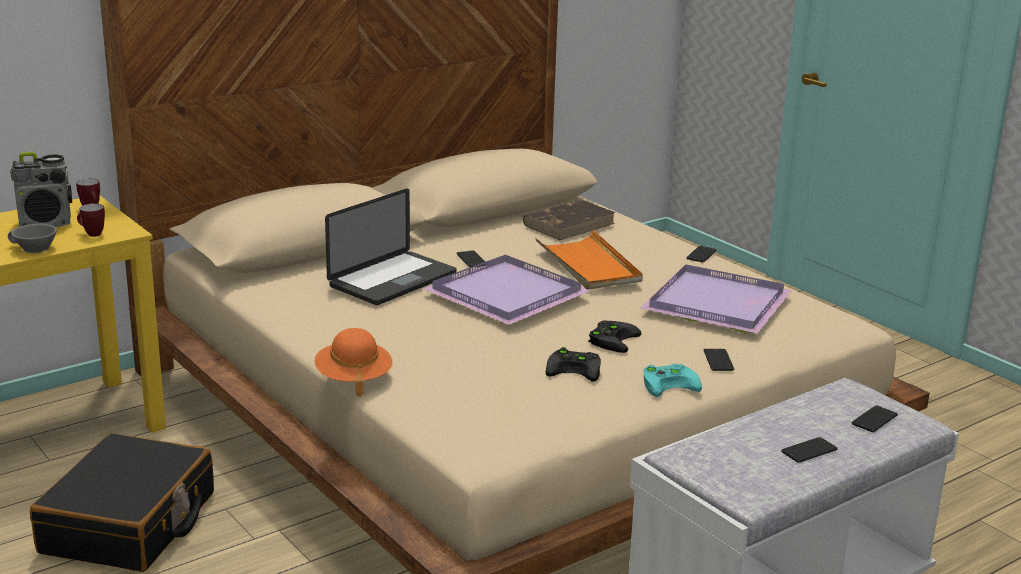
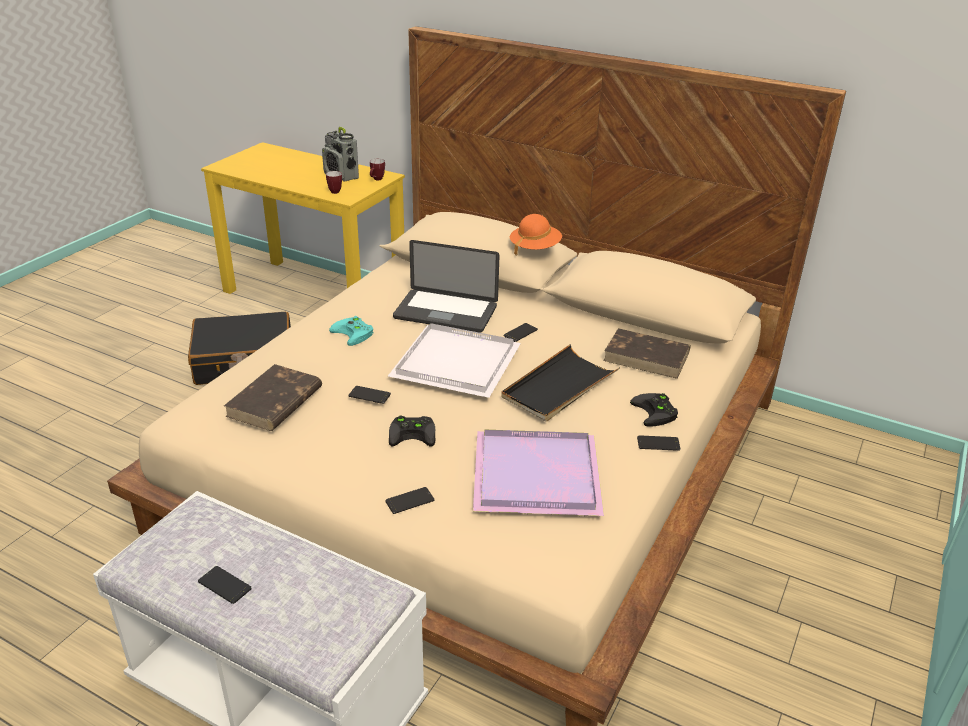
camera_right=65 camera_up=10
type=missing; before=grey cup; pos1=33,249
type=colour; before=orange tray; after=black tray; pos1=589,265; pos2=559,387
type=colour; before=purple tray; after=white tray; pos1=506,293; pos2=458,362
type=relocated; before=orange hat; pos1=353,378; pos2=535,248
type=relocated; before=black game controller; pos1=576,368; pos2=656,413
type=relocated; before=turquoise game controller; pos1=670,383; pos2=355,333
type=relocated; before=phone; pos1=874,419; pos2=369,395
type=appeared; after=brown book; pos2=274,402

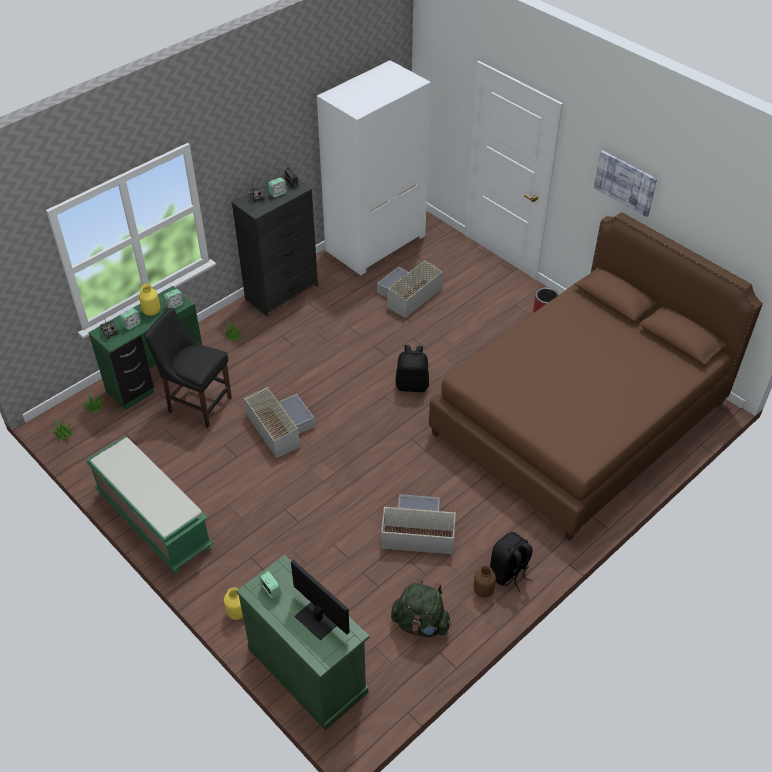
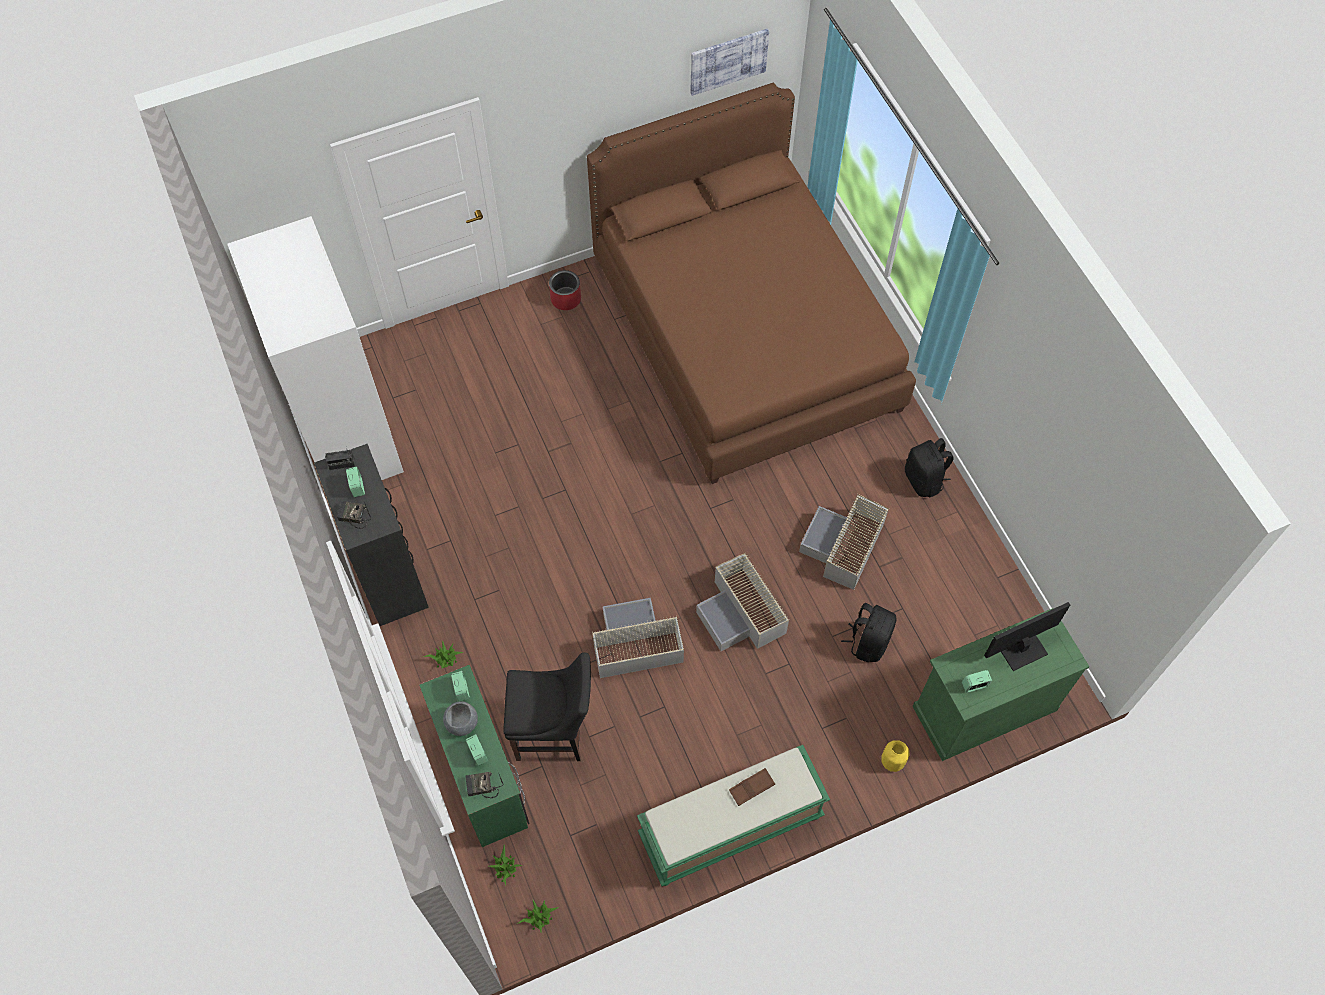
camera_right=-70 camera_up=15
type=relocated; before=picture; pos1=625,182; pos2=728,61
type=relocated; before=grey storage box; pos1=408,295; pos2=742,613
type=exchanged; before=yellow vase; after=grey bowl; pos1=151,311; pos2=461,723
type=spun; before=black chair; pos1=197,403; pos2=554,732; turn=-135
type=relocated; before=black backpack; pos1=412,385; pos2=868,642
type=missing; before=brown vase; pos1=483,591
type=missing; before=green backpack; pos1=421,624
type=appeared; after=brown tray; pos2=751,788

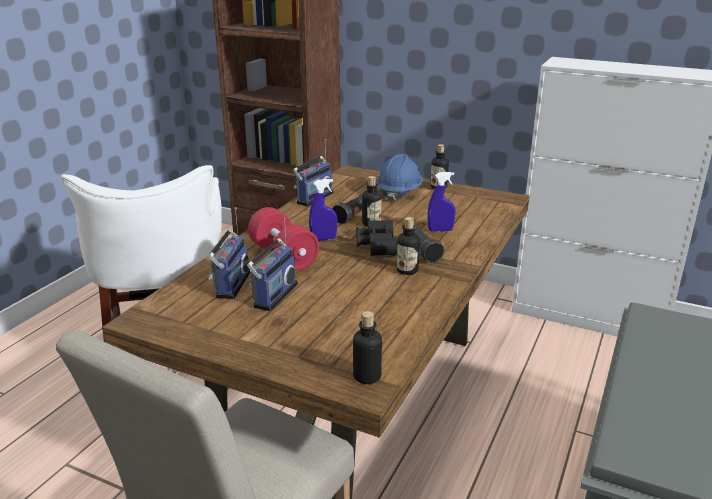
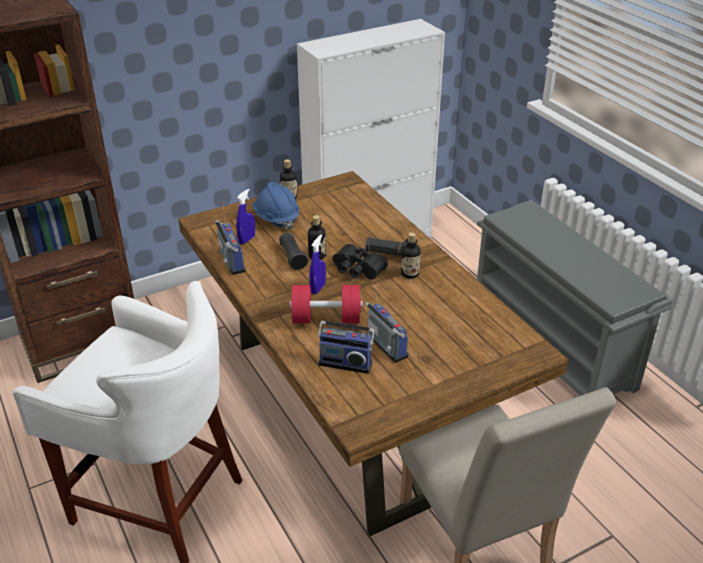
camera_right=-55 camera_up=10
type=relocated; before=blue spray bottle; pos1=440,230; pos2=247,240
type=spun; before=radio; pos1=230,284; pos2=346,362; turn=150
type=missing; before=bottle; pos1=367,376

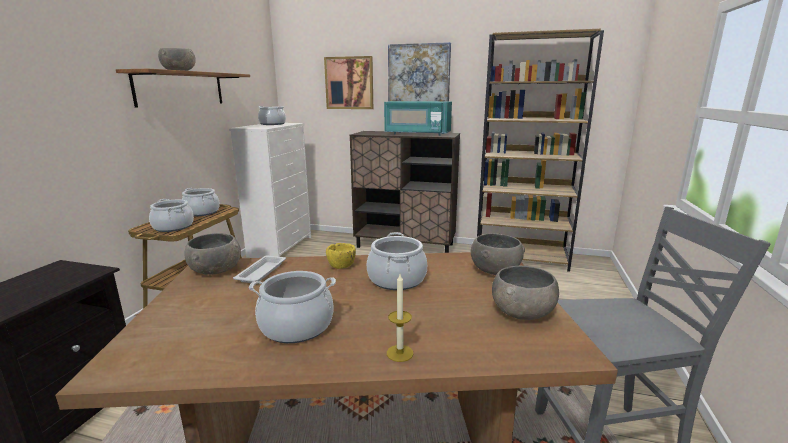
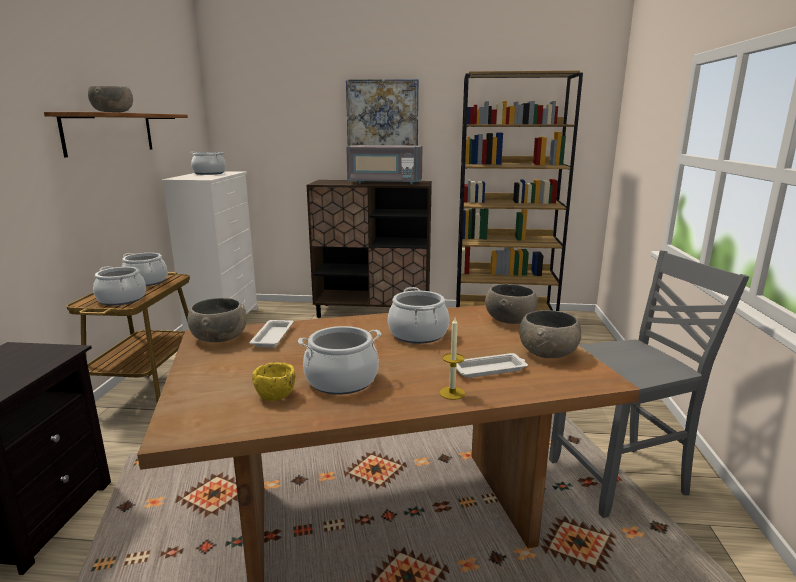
camera_right=-10 camera_up=0
type=missing; before=picture; pos1=349,83
type=colour; before=turquoise microwave; after=grey microwave; pos1=417,134; pos2=384,183
type=relocated; before=yellow bowl; pos1=342,266; pos2=276,395
type=appeared; after=white tray; pos2=490,369

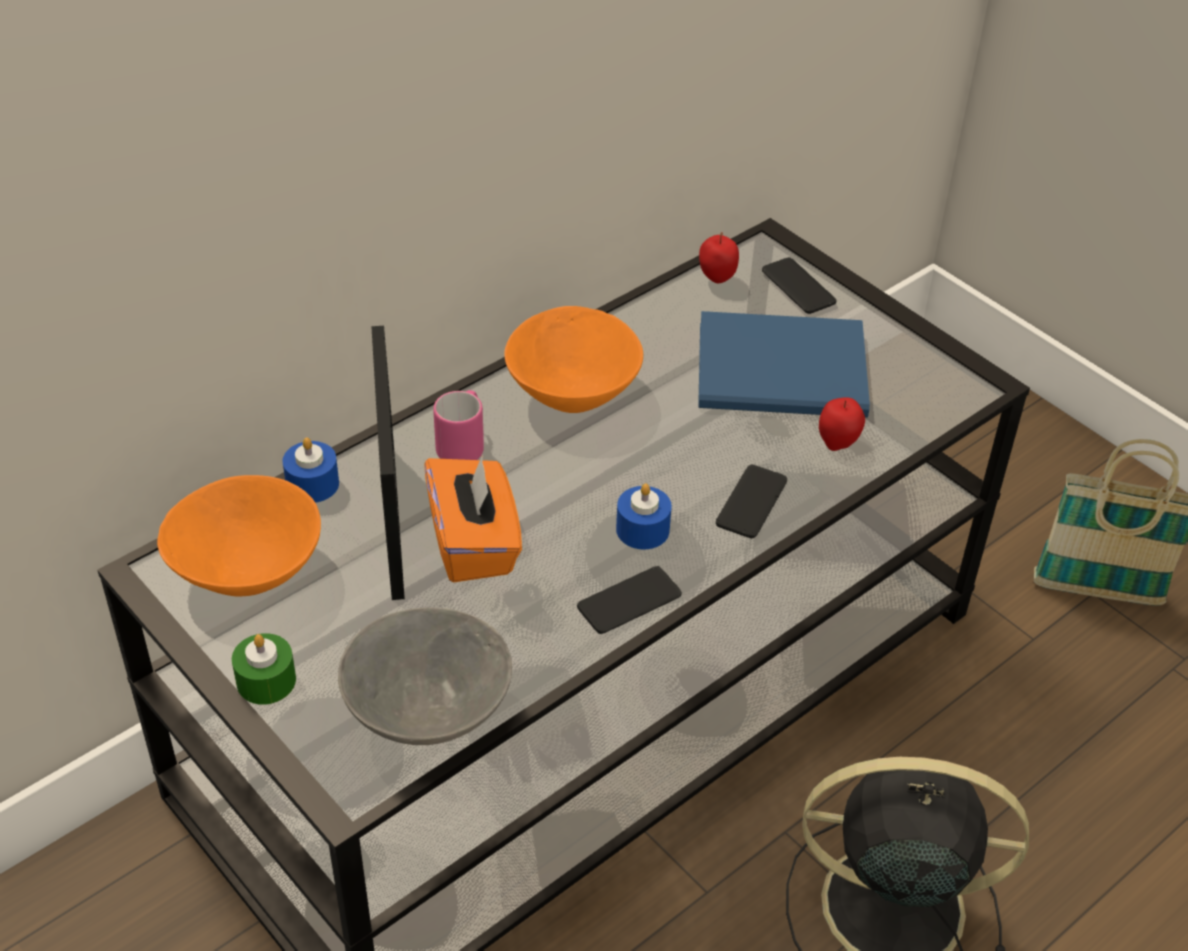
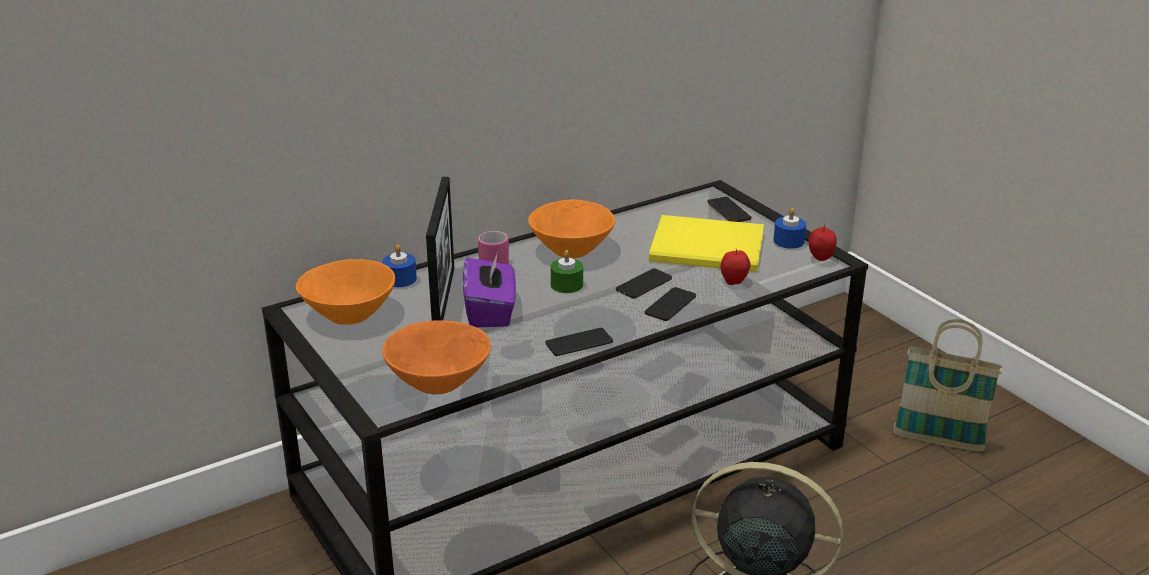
camera_right=10 camera_up=-15
type=relocated; before=apple; pos1=717,278; pos2=820,258
type=colour; before=blue book; after=yellow book; pos1=786,374; pos2=710,249
type=colour; before=orange tissue box; after=purple tissue box; pos1=474,544; pos2=490,312
type=relocated; before=blue candle; pos1=642,529; pos2=788,241
type=colour; before=grey bowl; after=orange bowl; pos1=430,714; pos2=440,383
type=relocated; before=green candle; pos1=266,681; pos2=566,285
type=appeared; after=phone; pos2=644,284

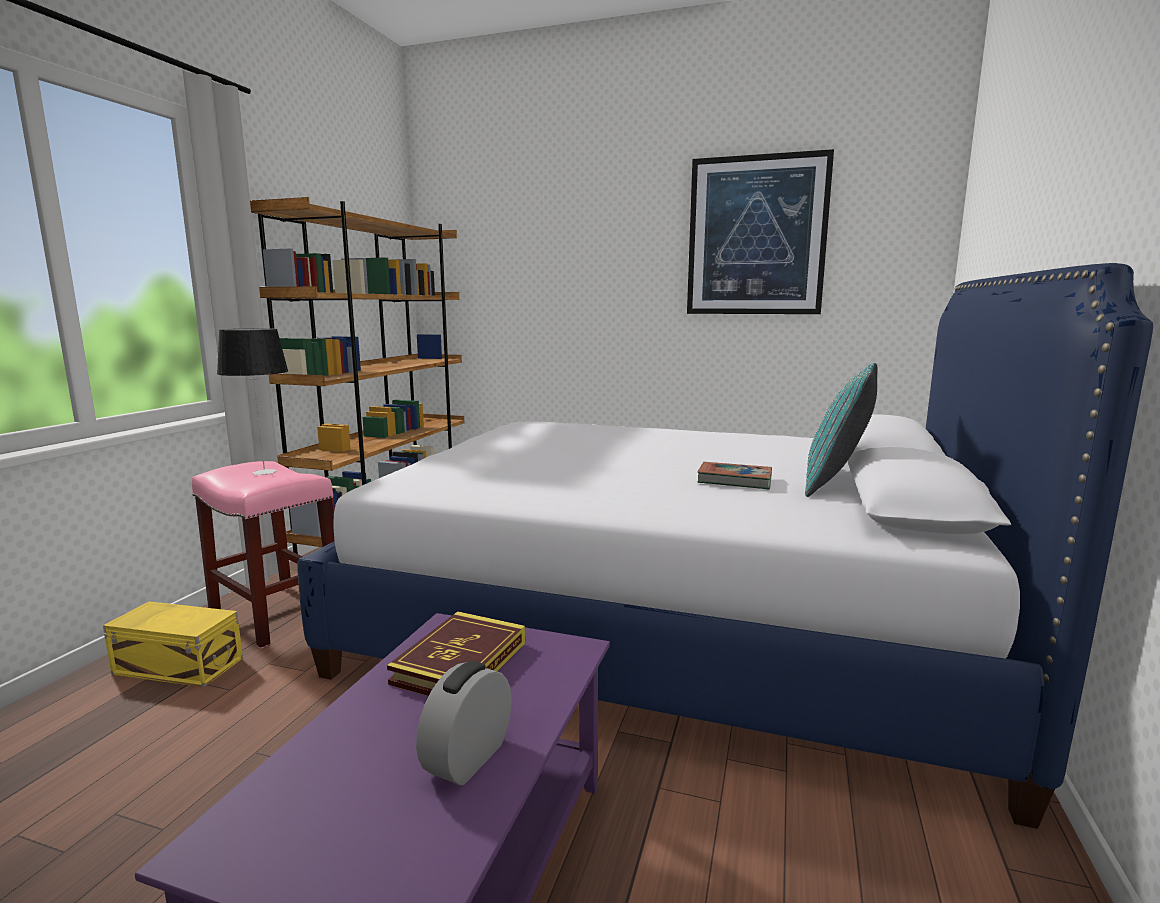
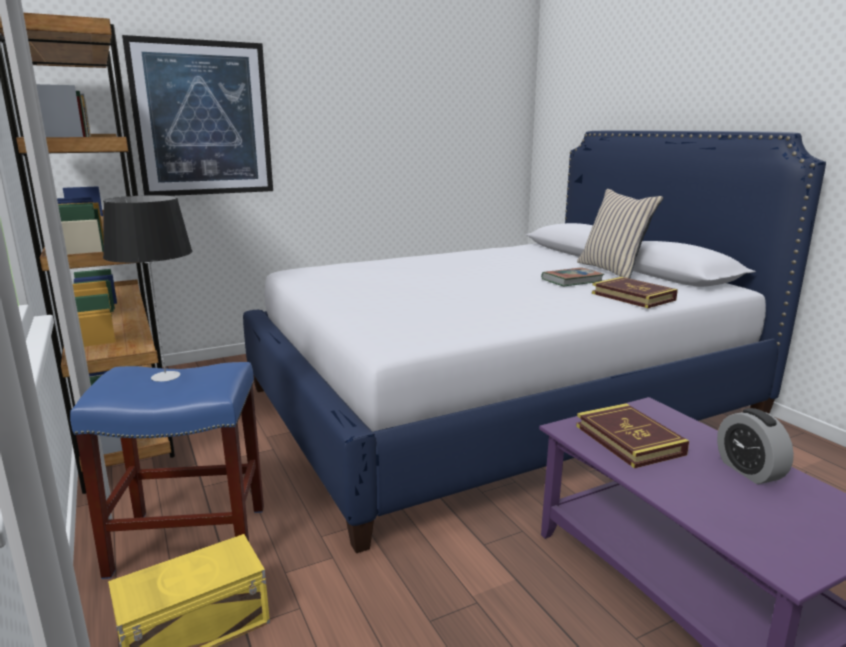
camera_right=-45 camera_up=5
type=relocated; before=picture; pos1=756,236; pos2=203,119
type=colour; before=turquoise pillow; after=beige pillow; pos1=837,483; pos2=613,270
type=colour; before=pink stool; after=blue stool; pos1=274,614; pos2=188,541
type=appeared; after=book; pos2=633,297

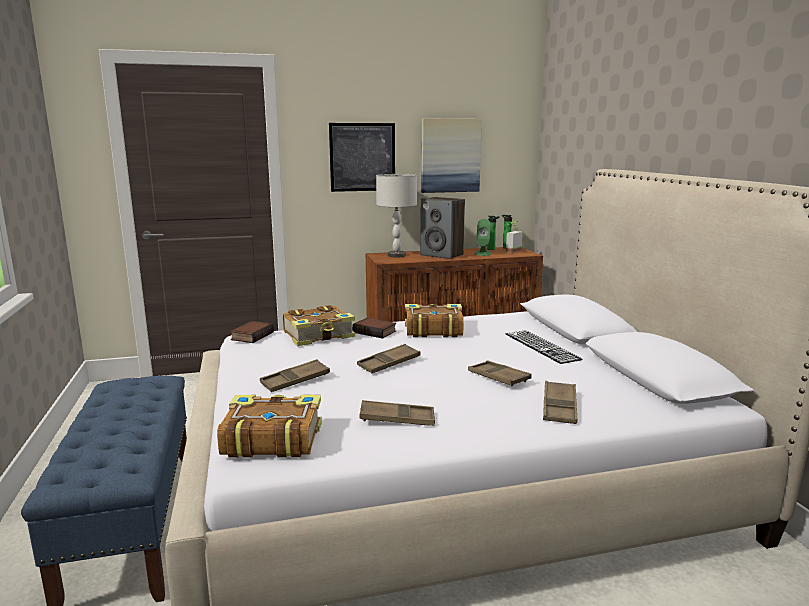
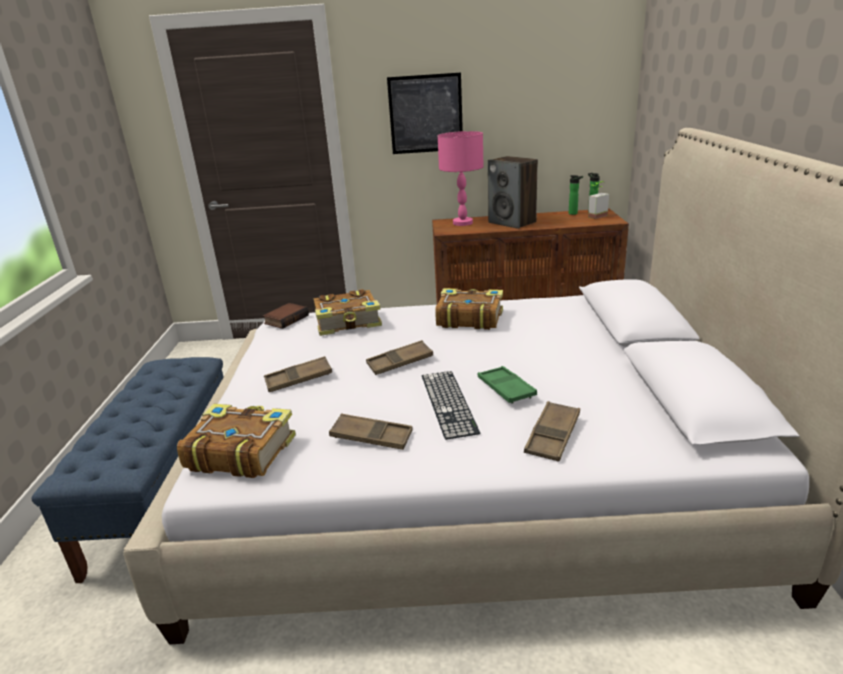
camera_right=15 camera_up=10
type=missing; before=picture; pos1=450,155
type=colour; before=grey table lamp; after=pink table lamp; pos1=396,255; pos2=462,223
type=missing; before=green speaker; pos1=483,253
type=missing; before=book; pos1=375,331
type=relocated; before=keyboard; pos1=541,346; pos2=448,403
type=colour; before=brown tray; after=green tray; pos1=498,377; pos2=506,389

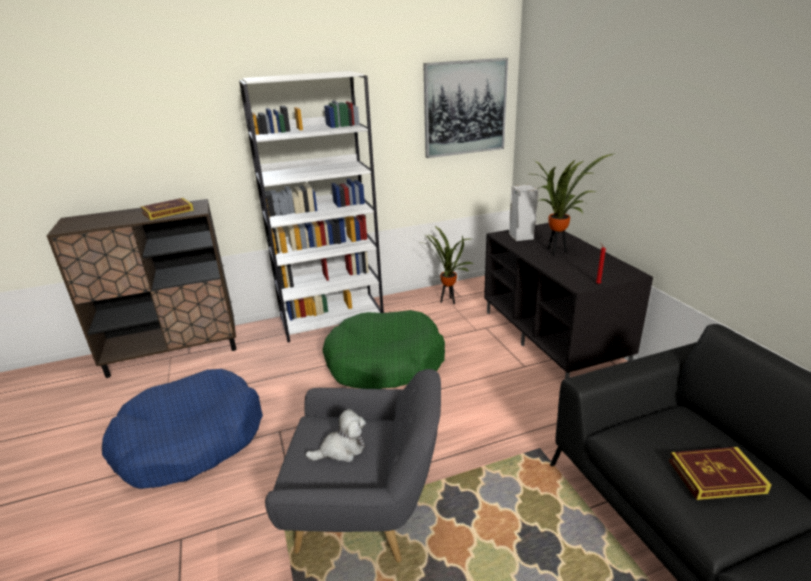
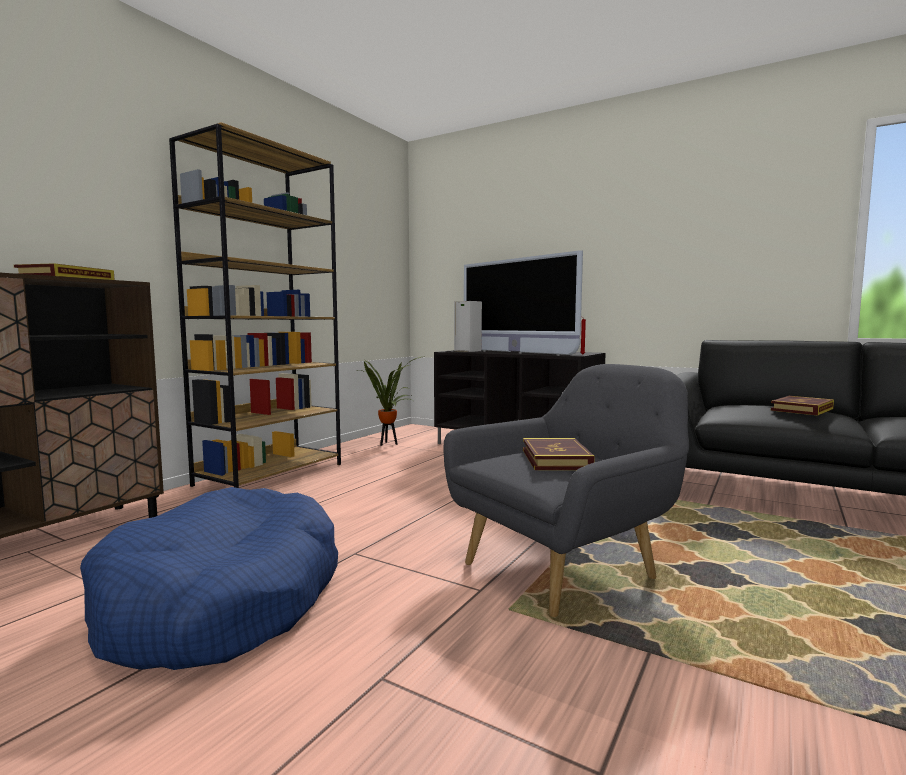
camera_right=-40 camera_up=-20
type=missing; before=picture; pos1=465,108
type=colour; before=white bookcase; after=brown bookcase; pos1=332,319; pos2=271,474
type=exchanged; before=potted plant; after=television; pos1=557,252; pos2=515,352
type=missing; before=green dog bed; pos1=384,362
type=exchanged; before=plush toy; after=book; pos1=341,449; pos2=555,459

